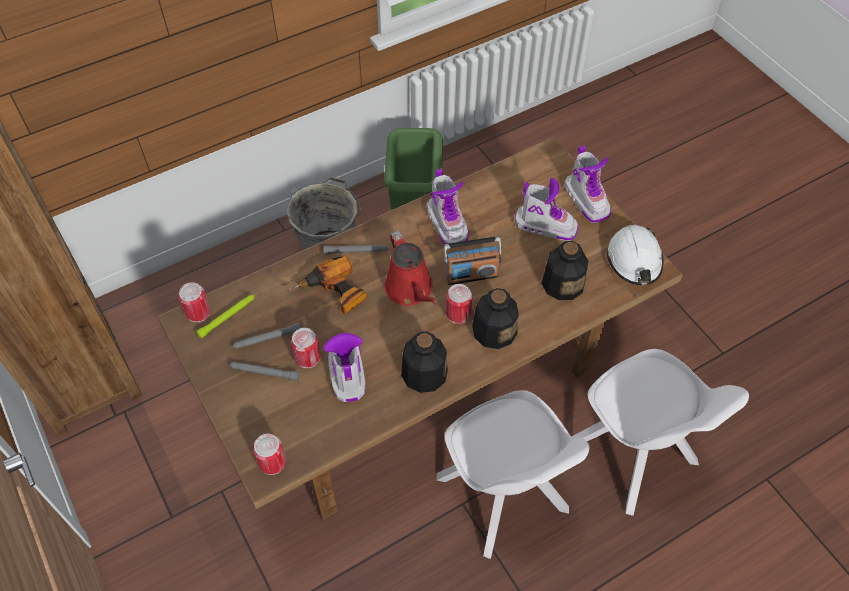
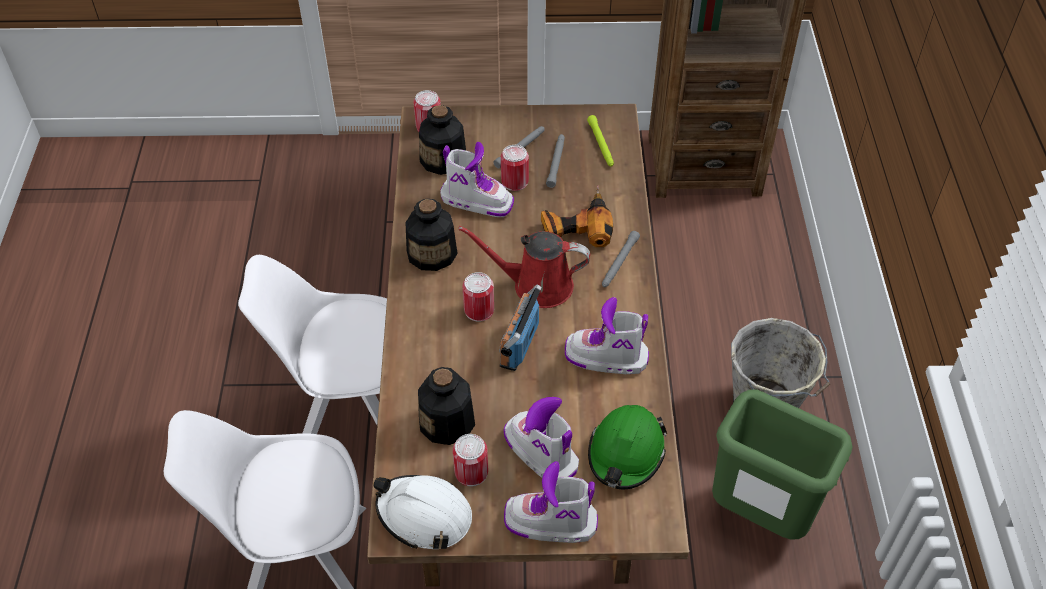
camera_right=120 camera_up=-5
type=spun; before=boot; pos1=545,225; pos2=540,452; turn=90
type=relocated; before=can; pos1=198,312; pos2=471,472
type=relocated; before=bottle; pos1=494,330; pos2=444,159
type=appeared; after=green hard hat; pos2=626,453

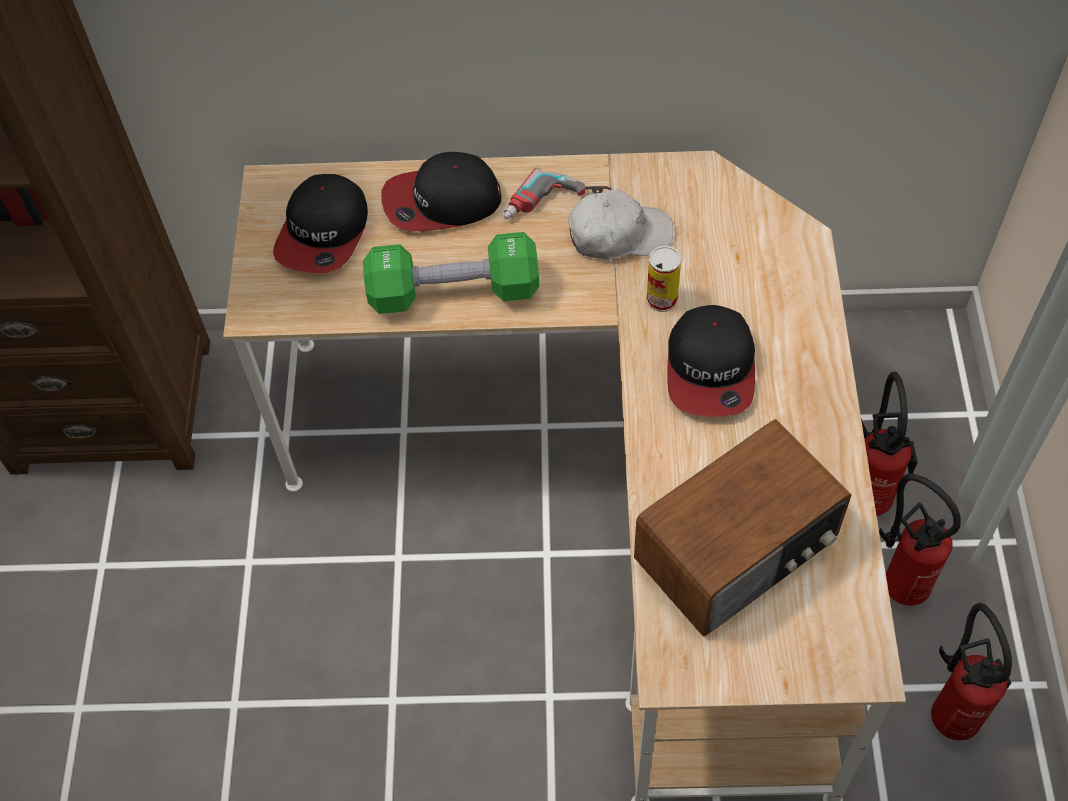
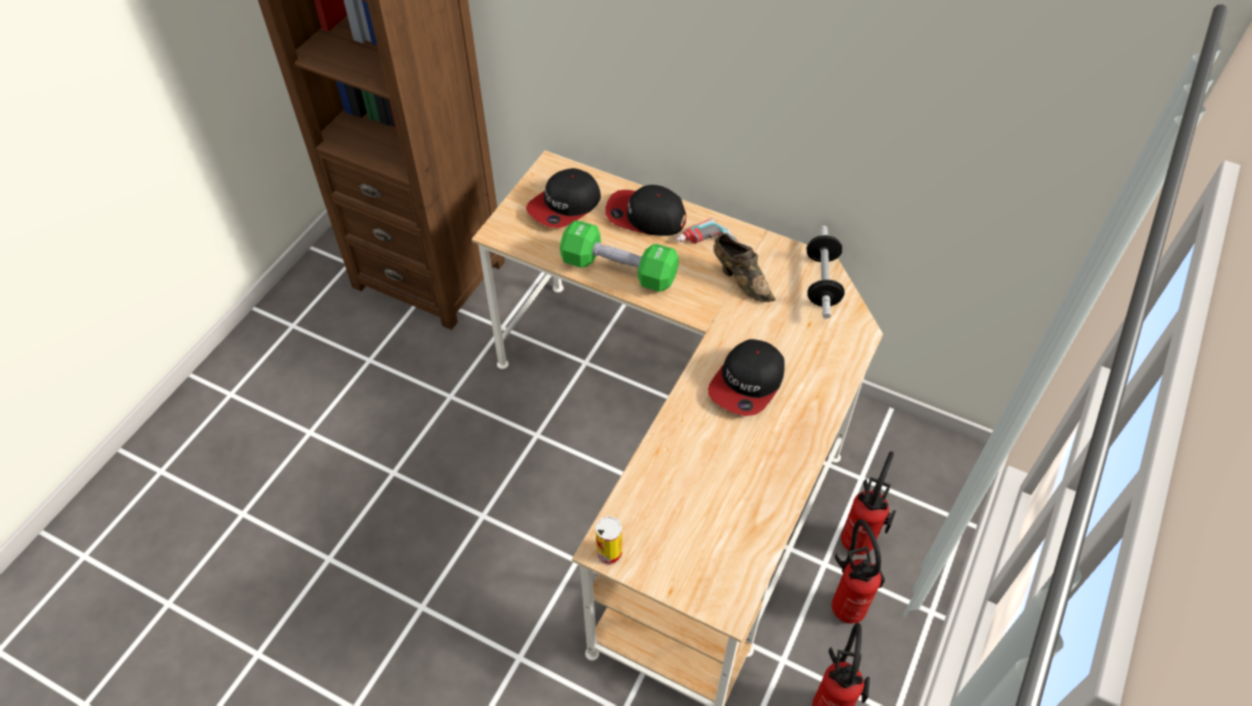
camera_right=25 camera_up=-5
type=exchanged; before=white cap; after=brown shoe; pos1=618,235; pos2=741,279
type=relocated; before=can; pos1=662,299; pos2=609,553
type=missing; before=radio; pos1=738,551
type=appeared; after=dumbbell; pos2=822,282

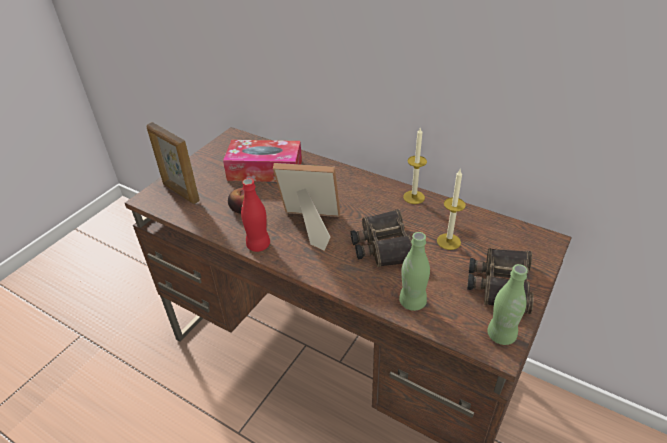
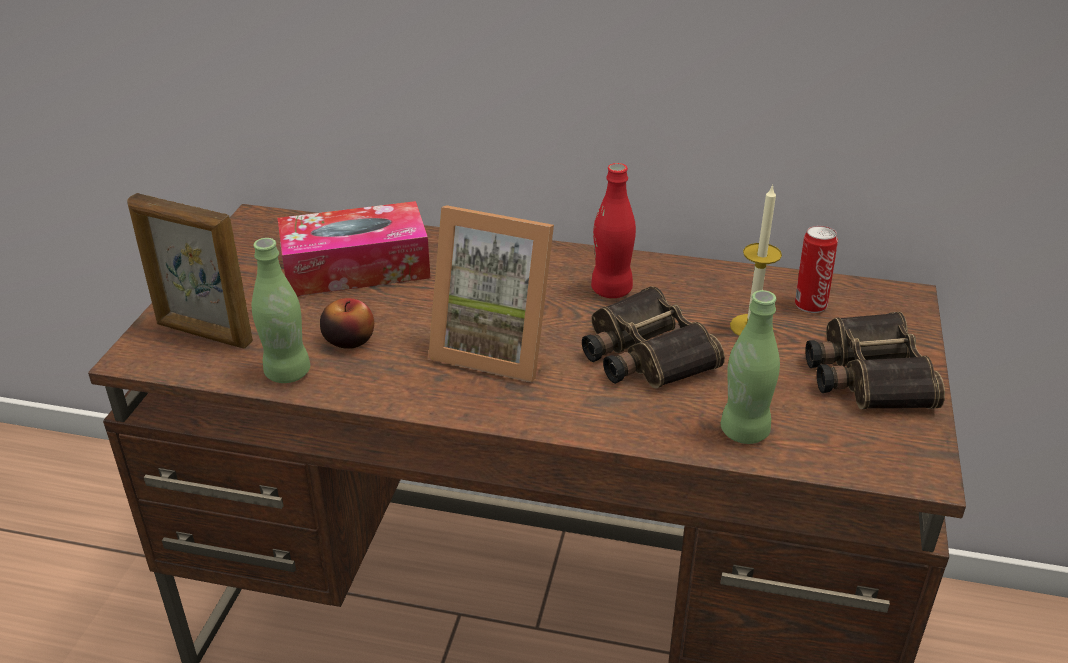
camera_right=-20 camera_up=-5
type=missing; before=candle; pos1=414,197
type=spun; before=picture frame; pos1=309,226; pos2=495,347; turn=-150
type=relocated; before=red bottle; pos1=258,245; pos2=611,290
type=relocated; before=green bottle; pos1=501,335; pos2=287,373
type=appeared; after=can; pos2=809,304

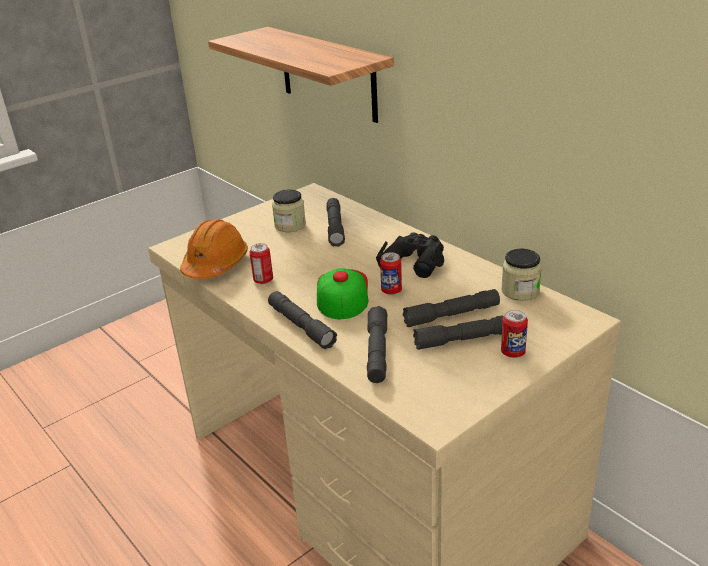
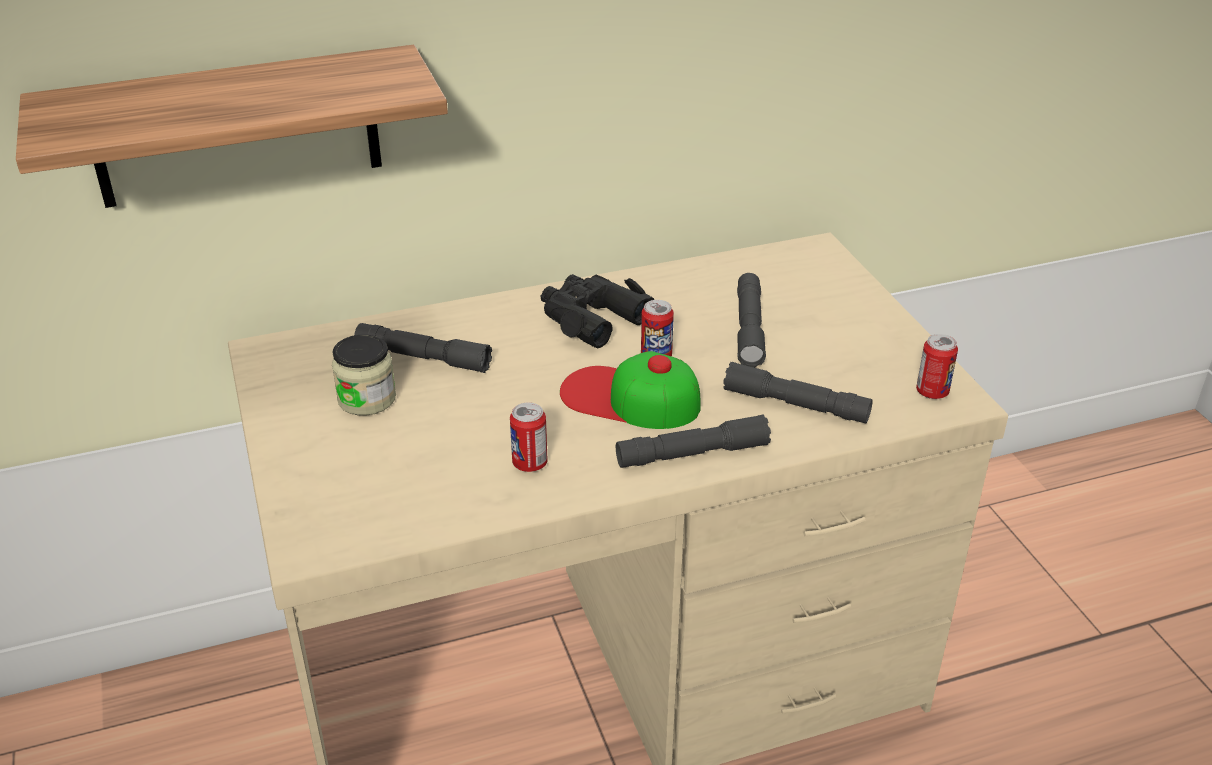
camera_right=-70 camera_up=5
type=missing; before=orange hard hat; pos1=215,264
type=missing; before=jar; pos1=520,291
type=relocated; before=can; pos1=513,352; pos2=932,392
type=missing; before=grey flashlight; pos1=465,339

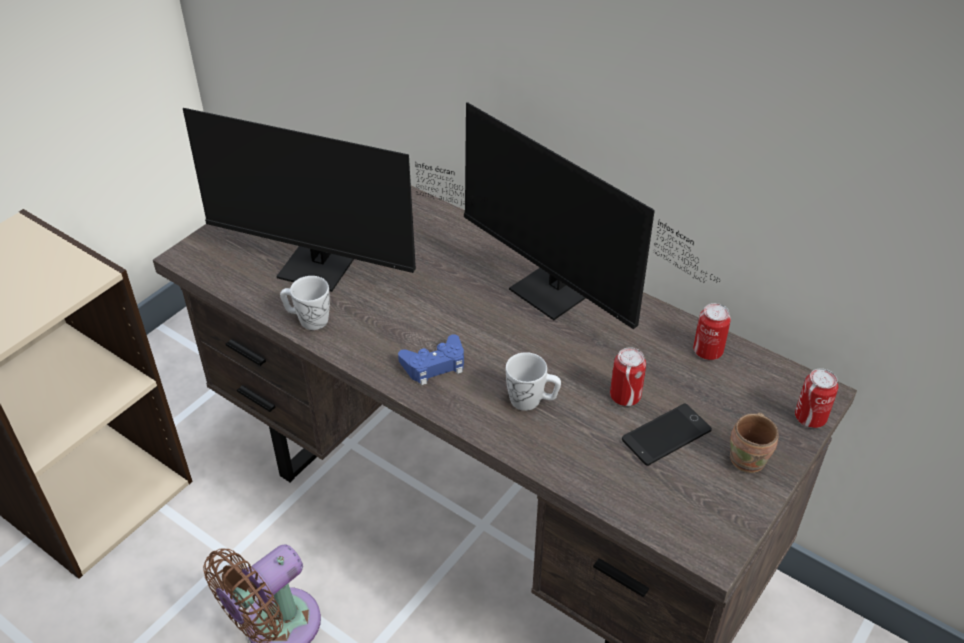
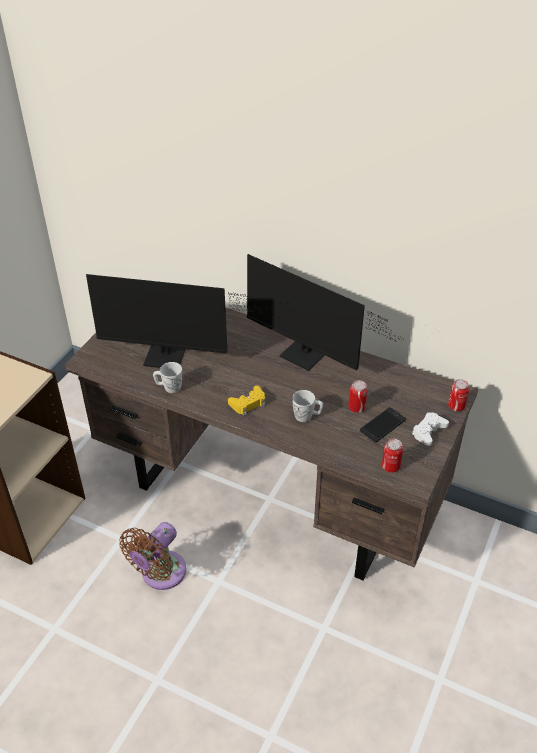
camera_right=-10 camera_up=0
type=relocated; before=can; pos1=707,351; pos2=390,466
type=colour; before=blue game controller; after=yellow game controller; pos1=434,365; pos2=248,404
type=exchanged; before=brown mug; after=white game controller; pos1=750,459; pos2=428,432

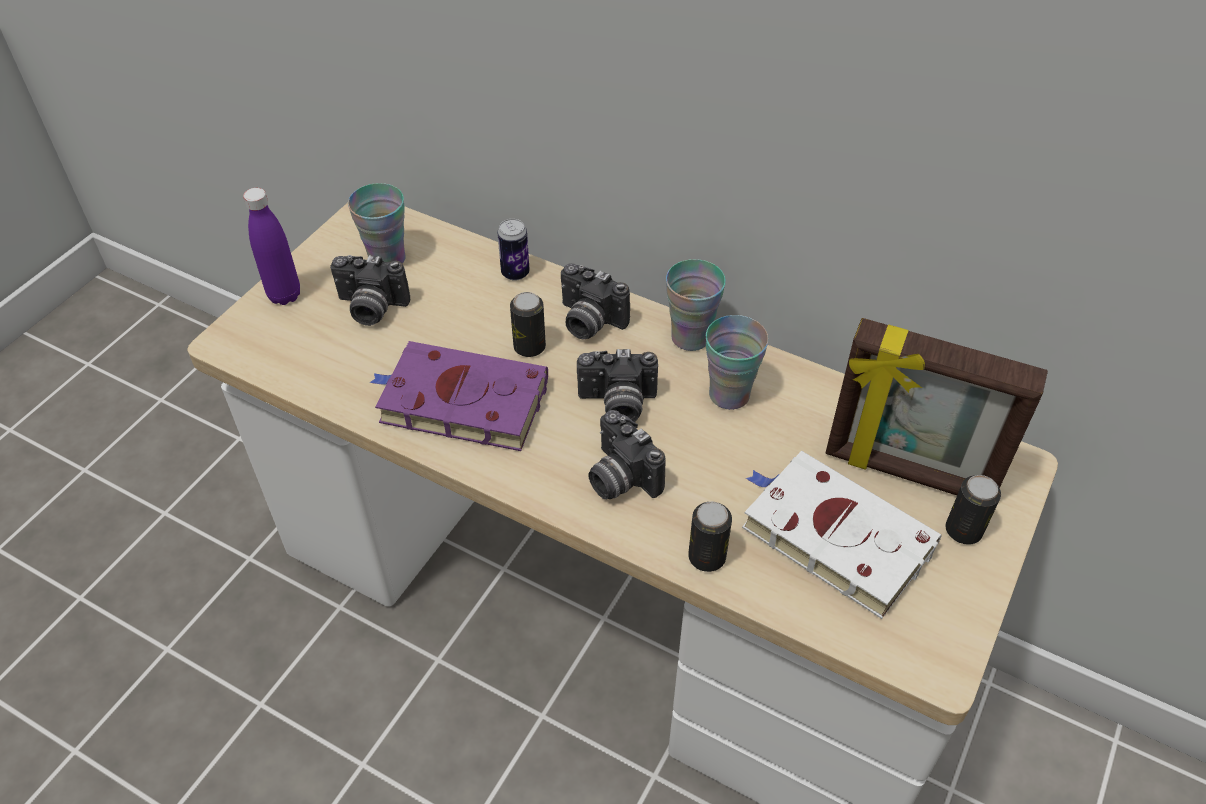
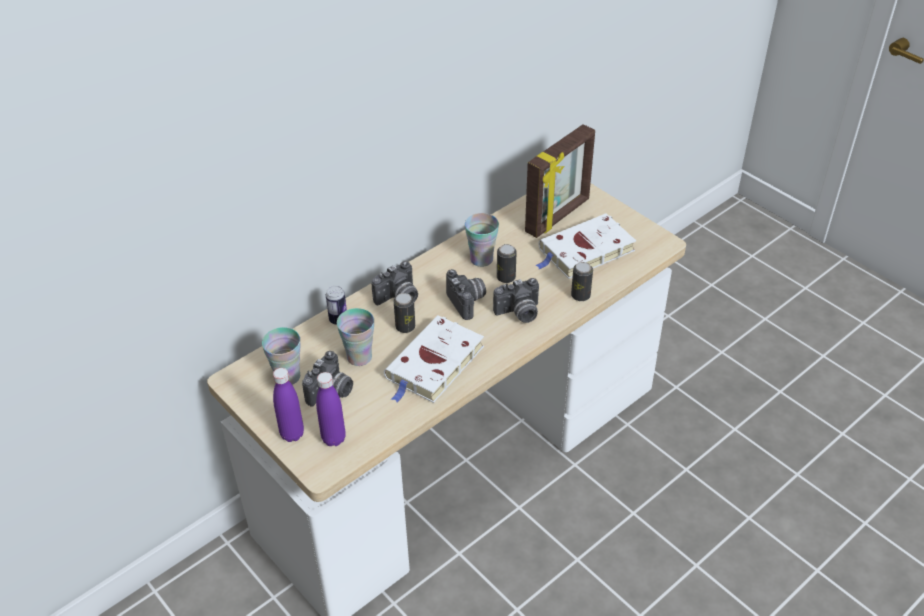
camera_right=-70 camera_up=-5
type=relocated; before=cup; pos1=690,337; pos2=359,357
type=colour; before=purple book; after=white book; pos1=459,402; pos2=433,365
type=spun; before=photo camera; pos1=617,405; pos2=468,302; turn=-45
type=relocated; before=can; pos1=963,530; pos2=506,277
type=appeared; after=purple bottle; pos2=333,438

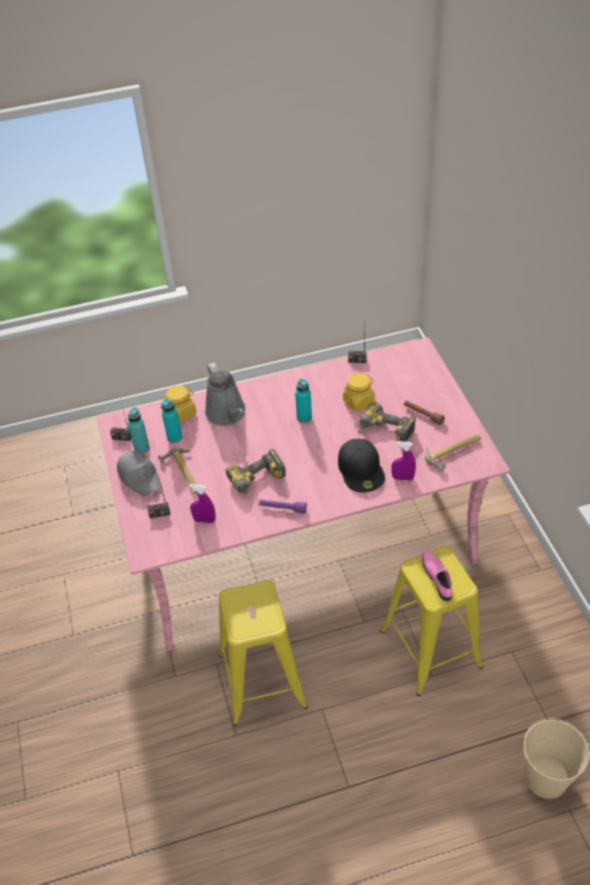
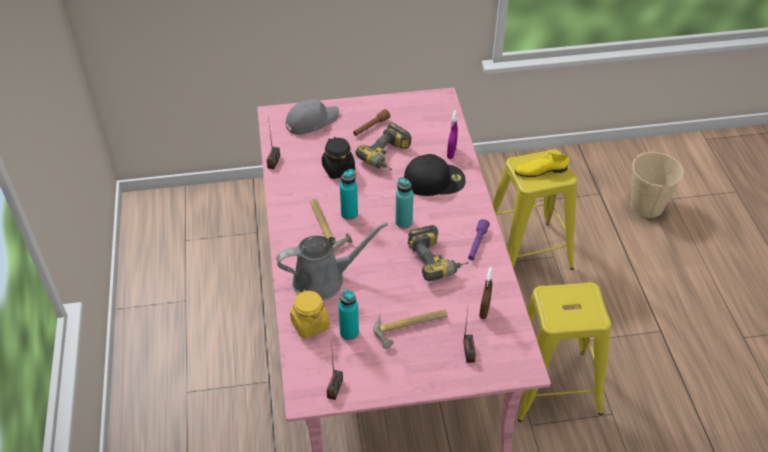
camera_right=-85 camera_up=0
type=colour; before=yellow jar; after=black jar; pos1=359,402; pos2=338,169
type=relocated; before=turquoise bottle; pos1=141,448; pos2=404,222
type=relocated; before=hammer; pos1=454,453; pos2=327,226
type=relocated; before=grey cap; pos1=139,476; pos2=311,121
type=colour; before=purple spray bottle; after=brown spray bottle; pos1=204,520; pos2=484,311
type=colour; before=pink shoe; after=yellow shoe; pos1=438,577; pos2=540,170

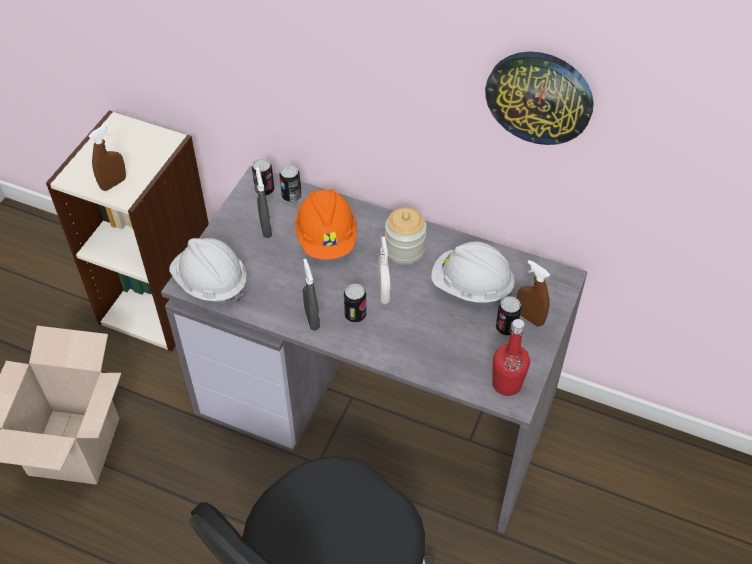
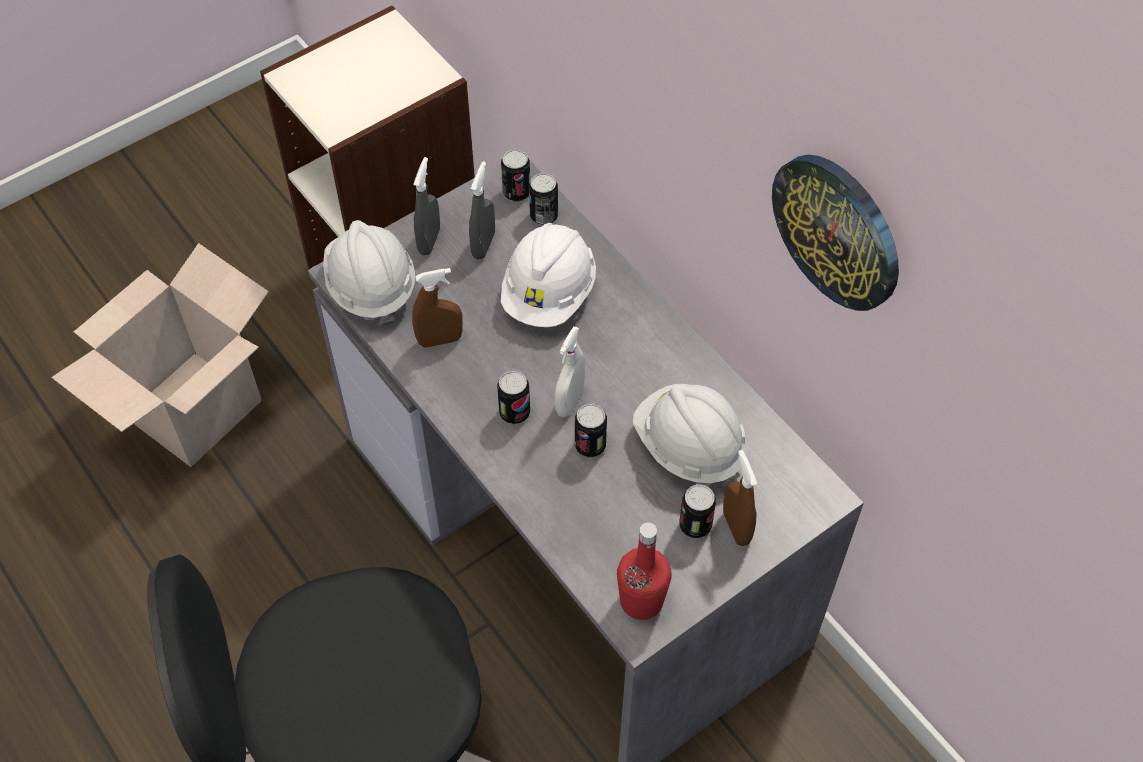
camera_right=30 camera_up=5
type=relocated; before=brown spray bottle; pos1=113,183; pos2=440,340
type=colour; before=orange hard hat; after=white hard hat; pos1=327,238; pos2=549,293
type=missing; before=jar; pos1=404,250
type=relocated; before=grey spray bottle; pos1=312,319; pos2=429,241
type=appeared; after=can; pos2=590,445

